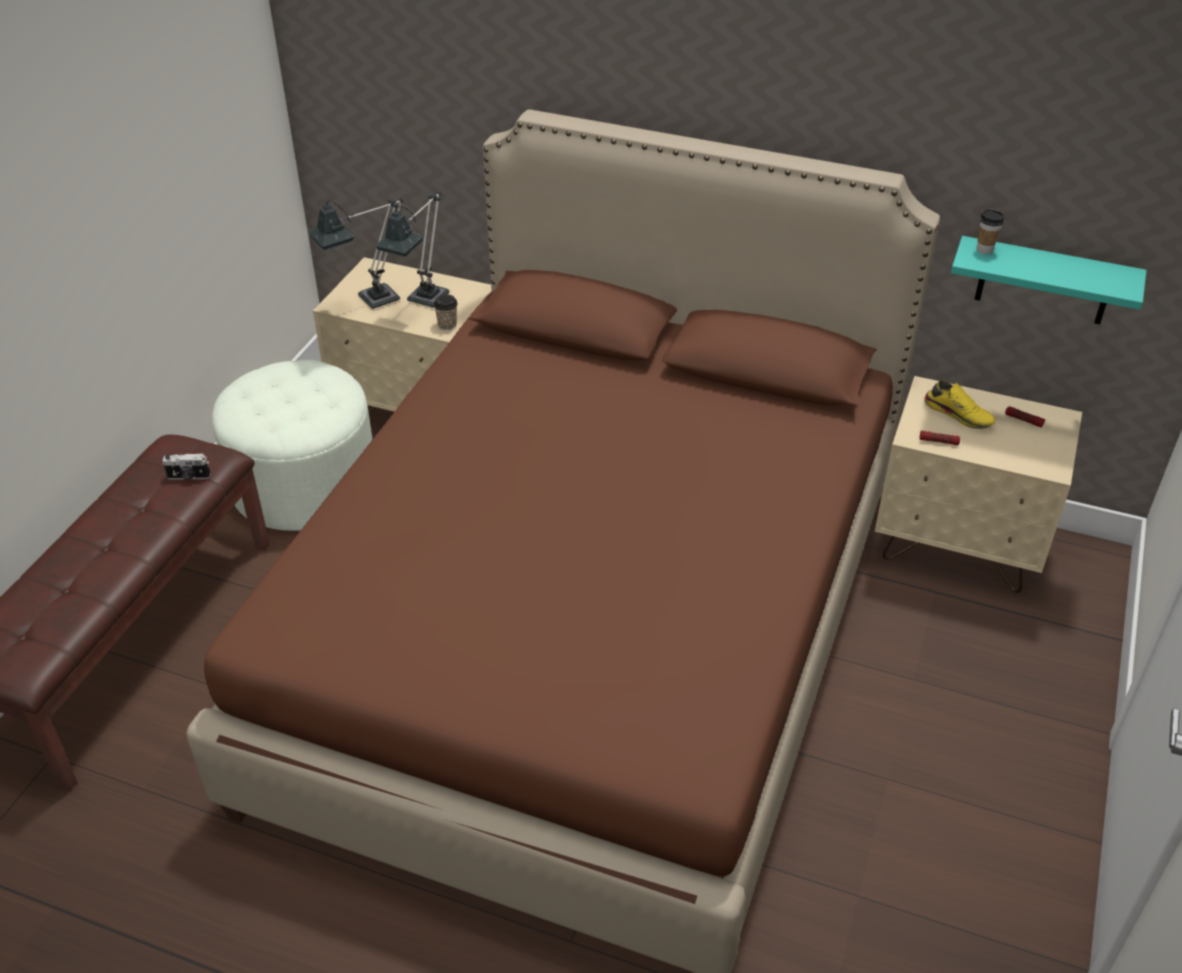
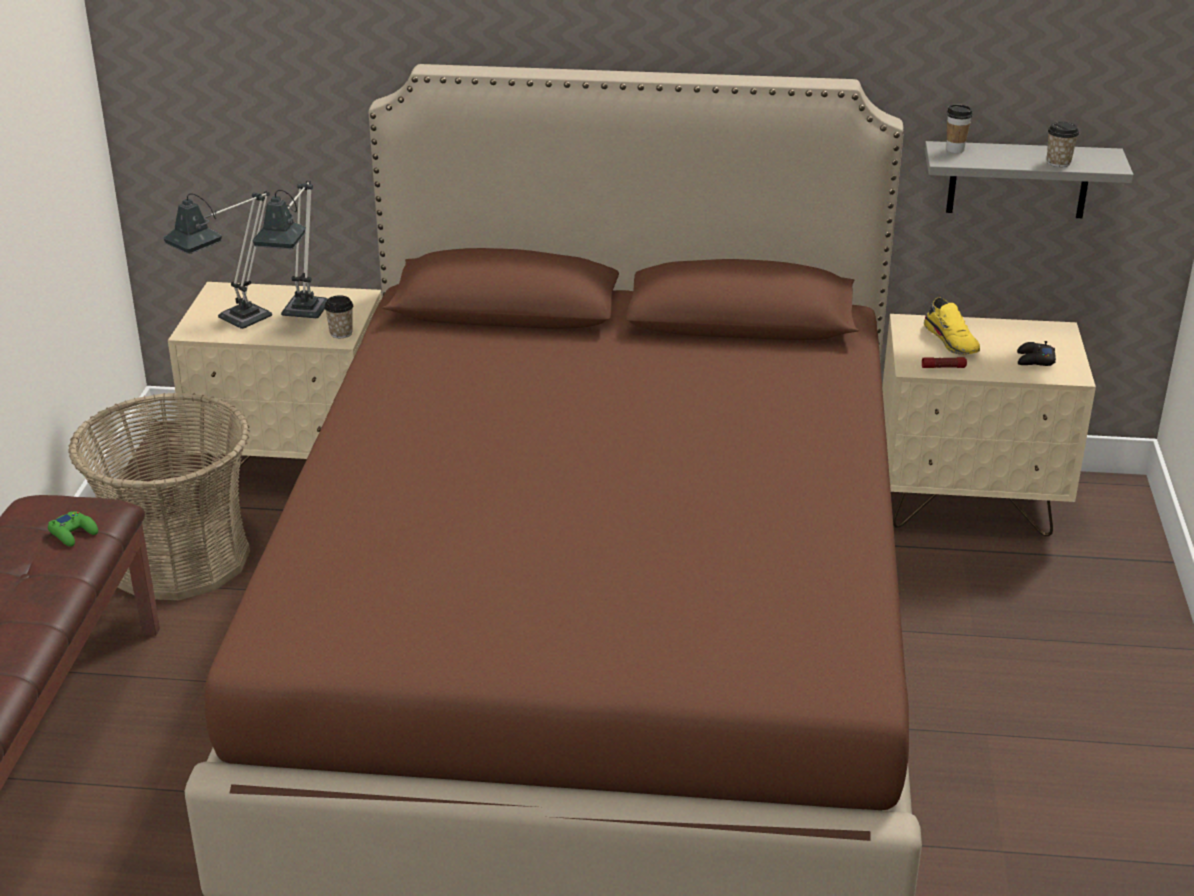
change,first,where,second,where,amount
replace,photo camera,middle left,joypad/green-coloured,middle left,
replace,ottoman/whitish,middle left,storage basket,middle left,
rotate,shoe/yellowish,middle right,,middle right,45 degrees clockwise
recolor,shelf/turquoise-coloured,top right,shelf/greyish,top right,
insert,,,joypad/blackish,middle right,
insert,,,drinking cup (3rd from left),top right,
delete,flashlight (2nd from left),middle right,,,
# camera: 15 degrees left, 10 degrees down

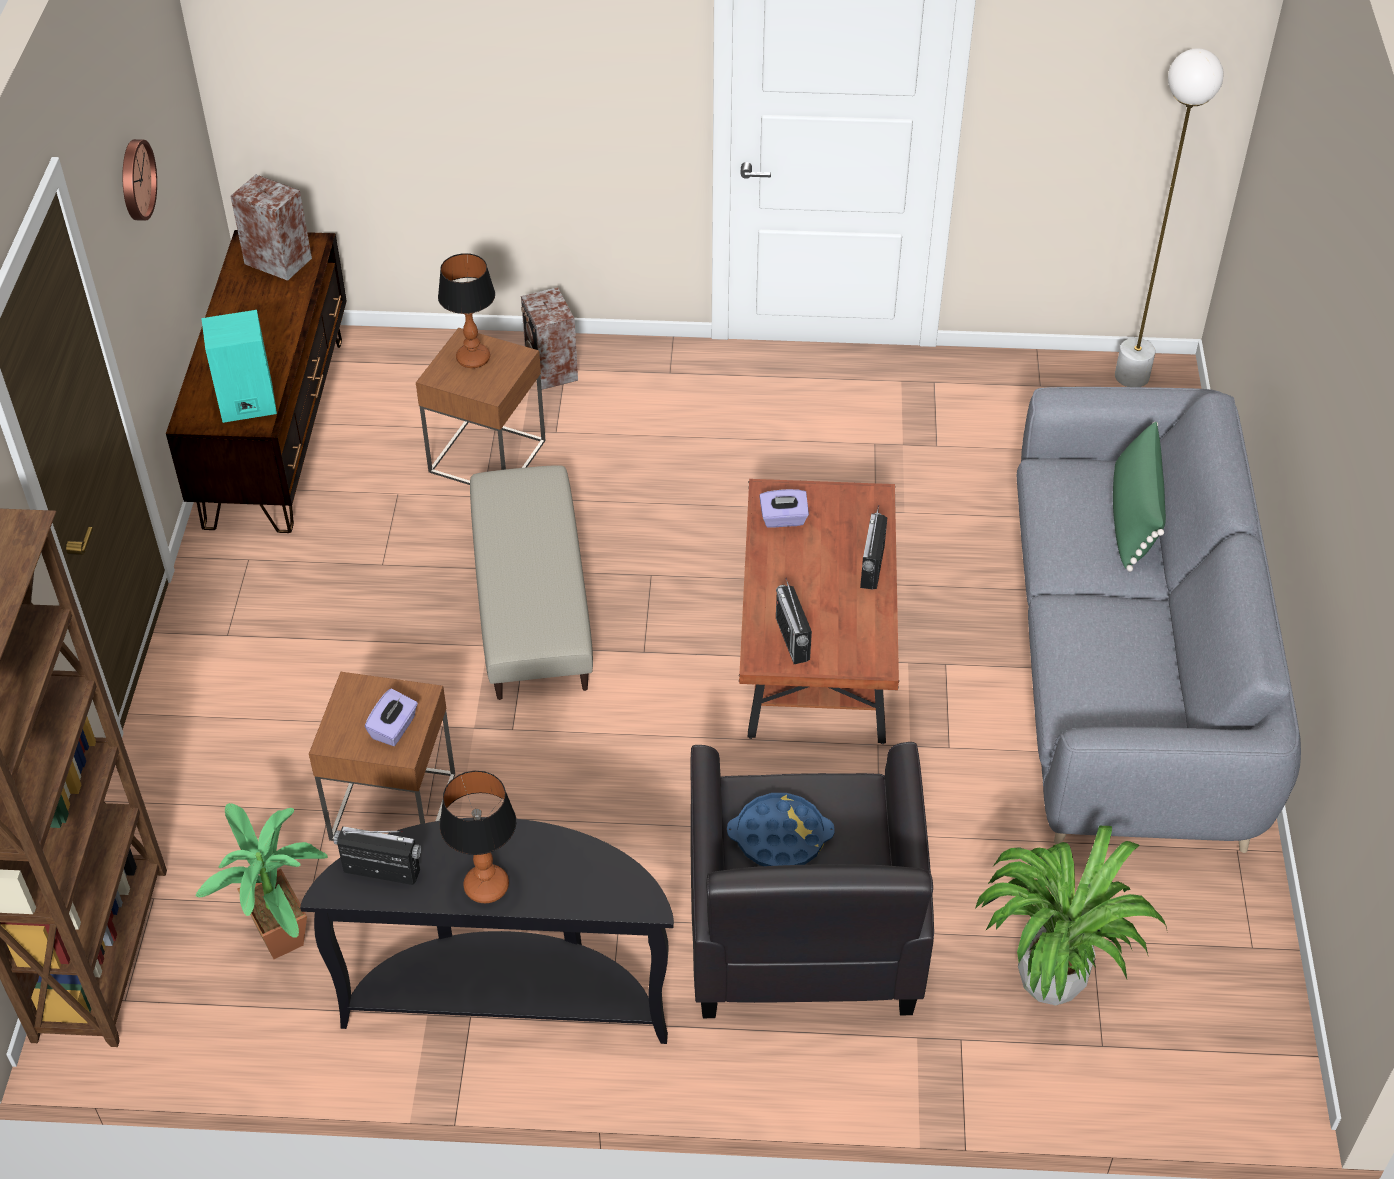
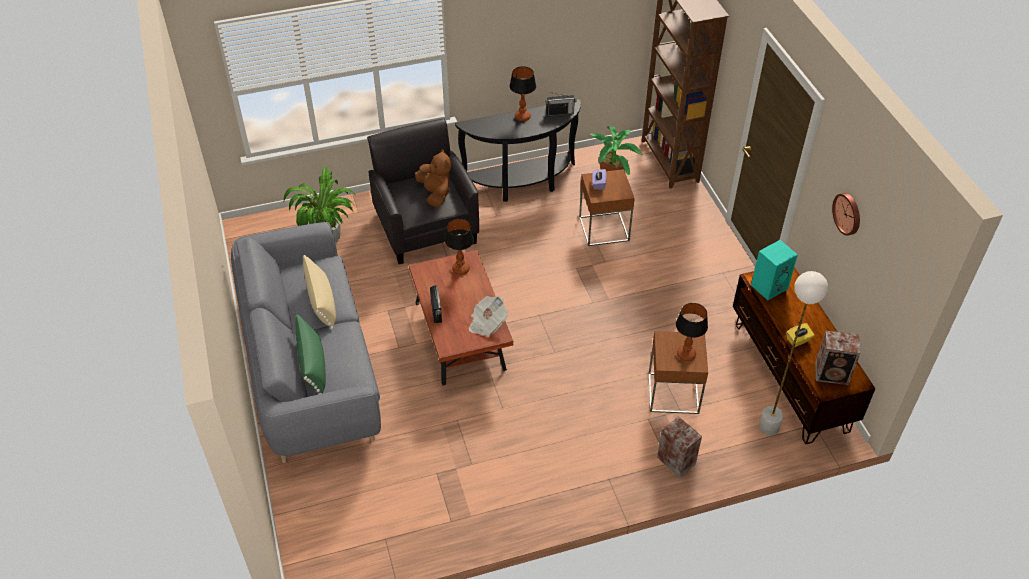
change,first,where,second,where,amount
insert,,,pillow/sand-coloured,middle left,
replace,carrying tray/blue,bottom centre,cuddly toy/brown,top centre,
replace,radio receiver (2nd from left),centre,lamp for a table (1st from left),centre,
replace,tissue holder/purple-coloured (2nd from left),centre,newspaper,centre,
move,standard lamp/whitish,top right,,middle right,
insert,,,tissue holder/yellowish,middle right,
delete,ottoman/sand-coloured,centre,,,
# camera: 160 degrees right, 0 degrees up

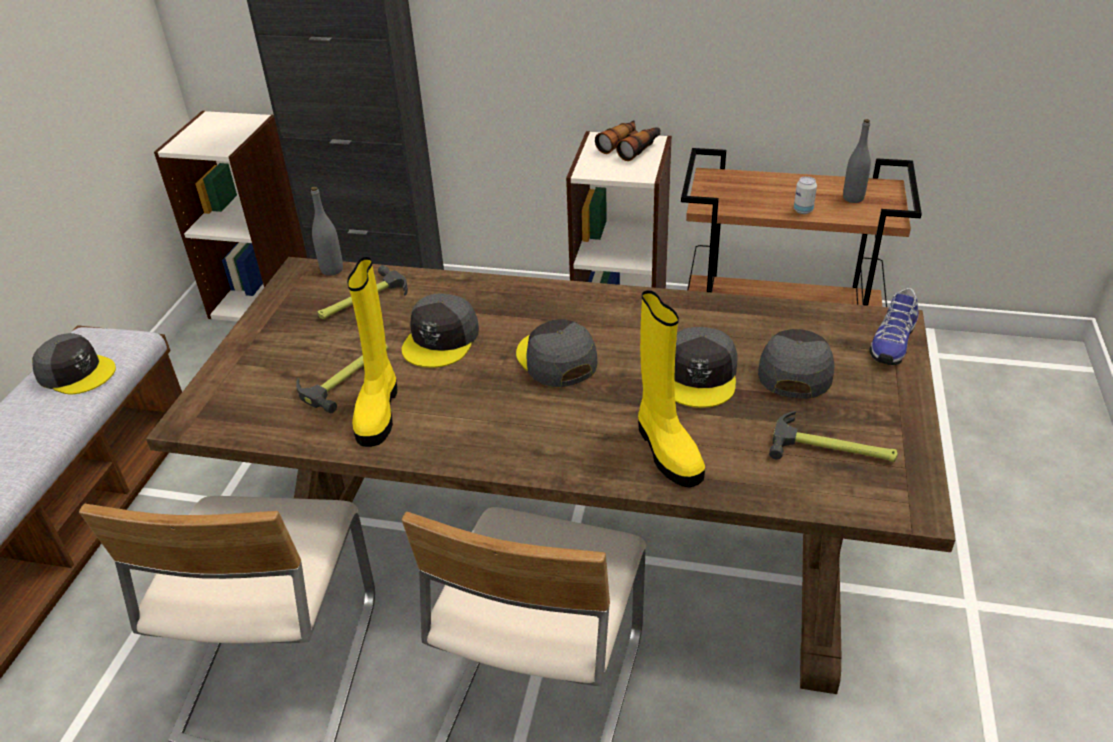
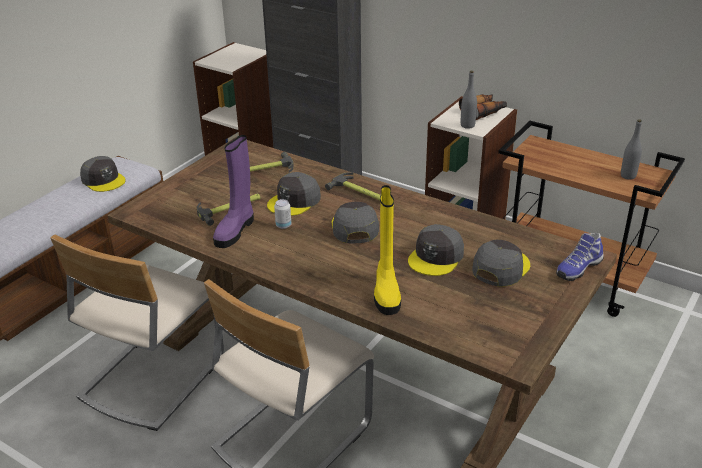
change,first,where,second,where,amount
recolor,high-top boot/yellowish (1st from left),centre,high-top boot/purple-coloured,middle left,
move,sealed can,top right,,centre,
move,hand hammer (3rd from left),middle right,,centre,
move,beverage bottle/greyish (1st from left),top left,,top right,
# camera: 20 degrees right, 5 degrees down

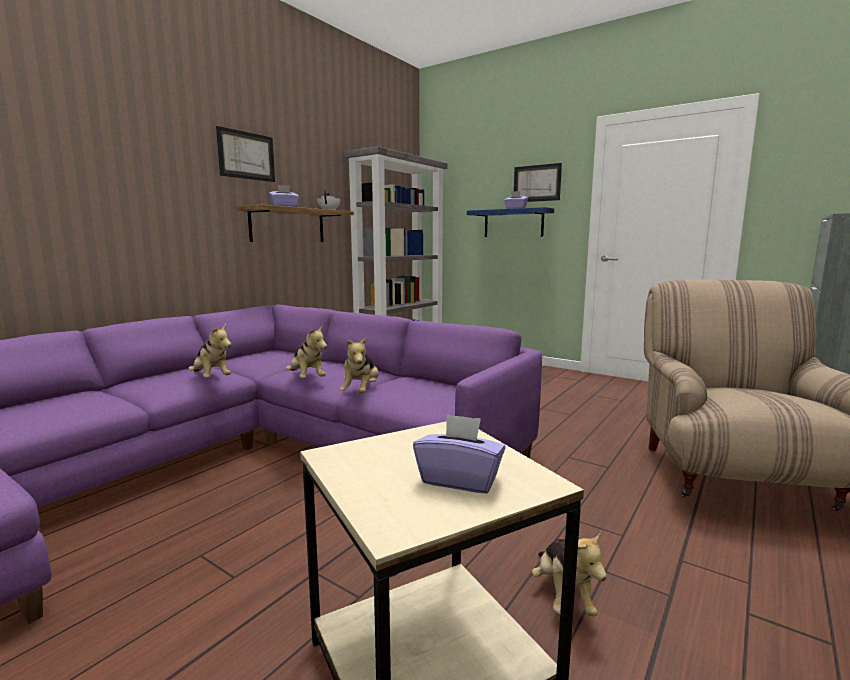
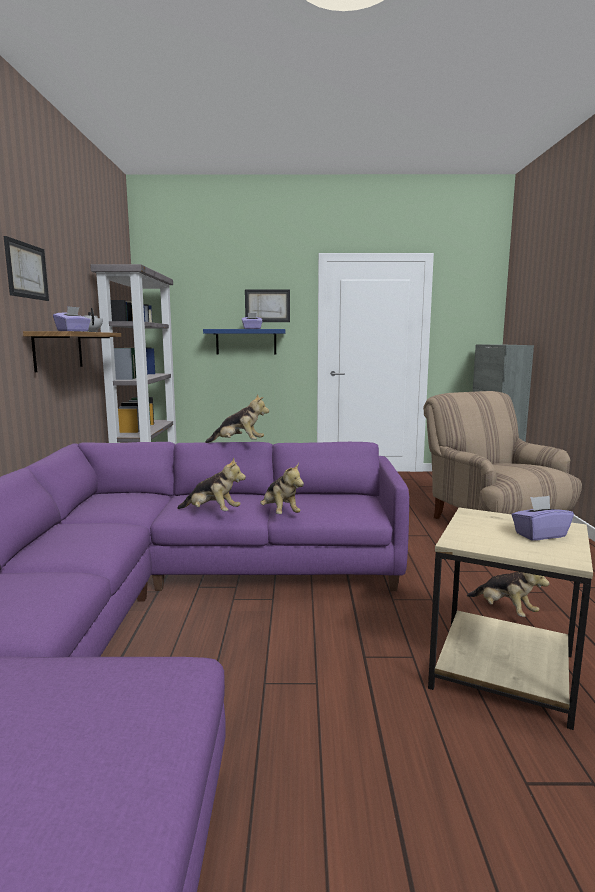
change,first,where,second,where,amount
move,cuddly toy (1st from left in the first image),middle left,cuddly toy (2nd from left),centre,
# camera: 35 degrees left, 0 degrees up

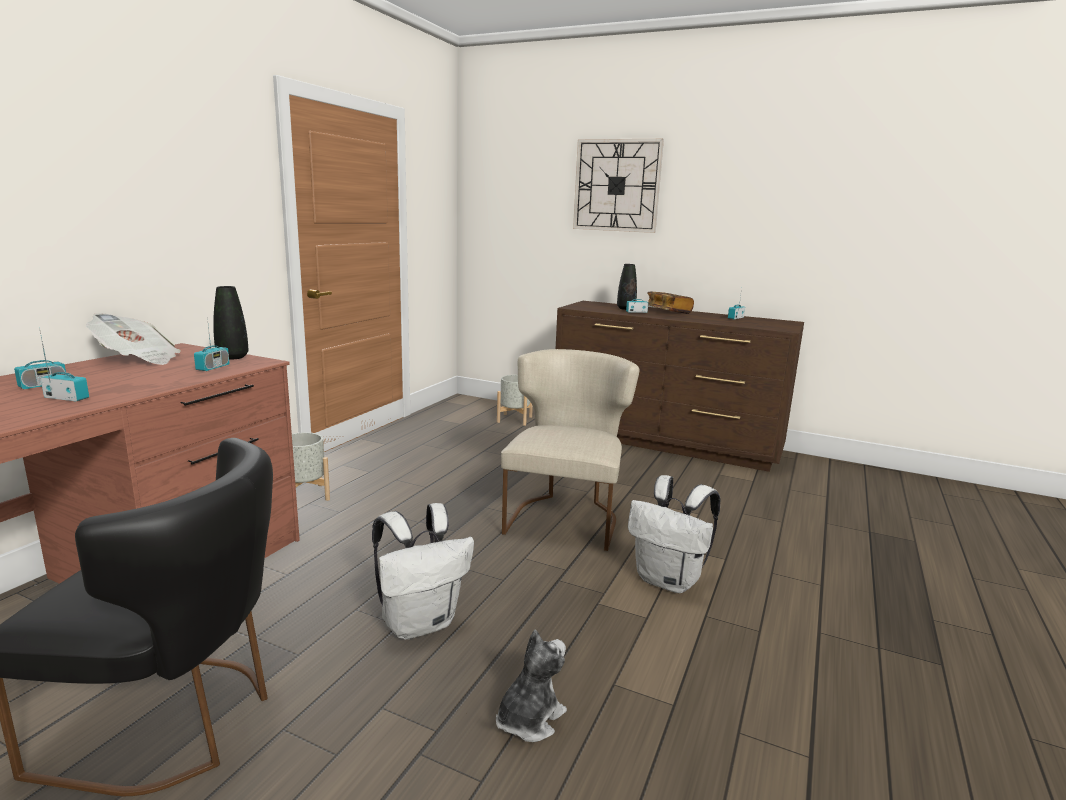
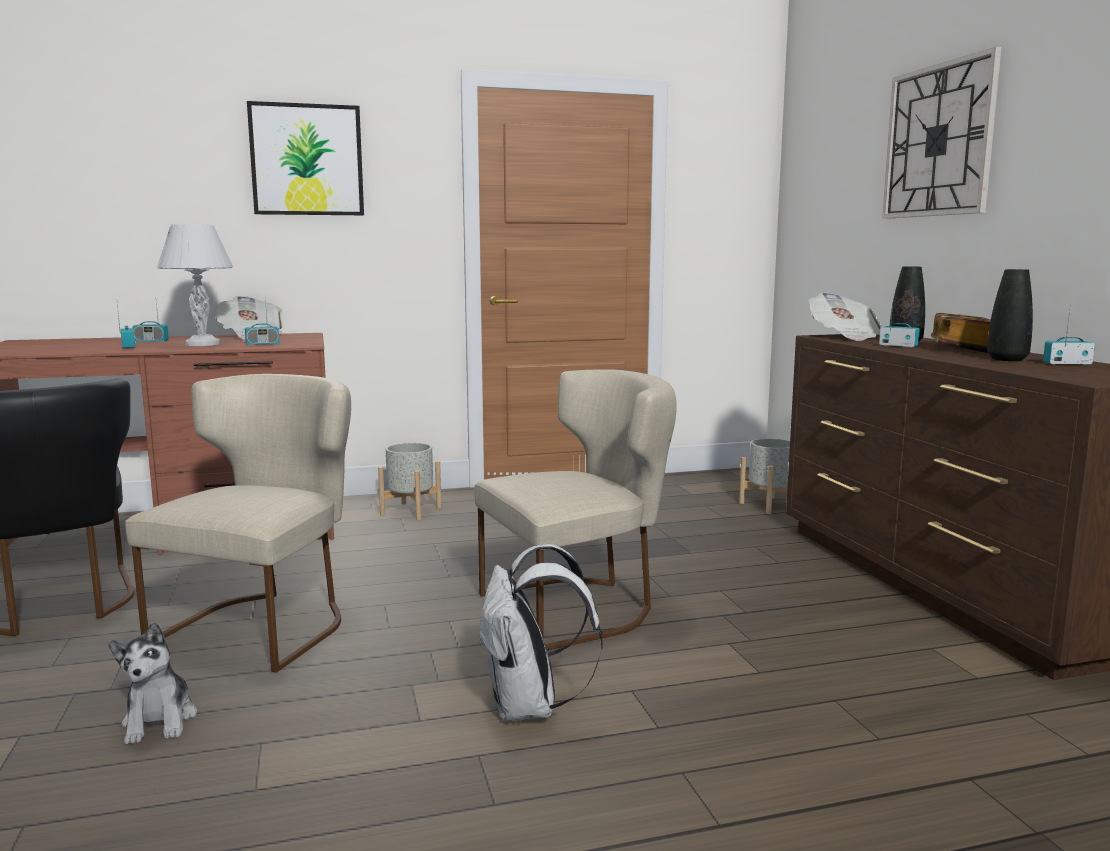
change,first,where,second,where,amount
rotate,cuddly toy,bottom centre,,bottom left,75 degrees clockwise
replace,backpack/whitish (1st from left),bottom centre,plain chair/sand-coloured (1st from left),middle left,
insert,,,lamp for a table/whitish,middle left,
insert,,,wall art,top left,
insert,,,newspaper (2nd from left),middle right,
move,flower vase/blackish (1st from left in the first image),middle left,flower vase/blackish (2nd from left),middle right,
# camera: 50 degrees right, 5 degrees down

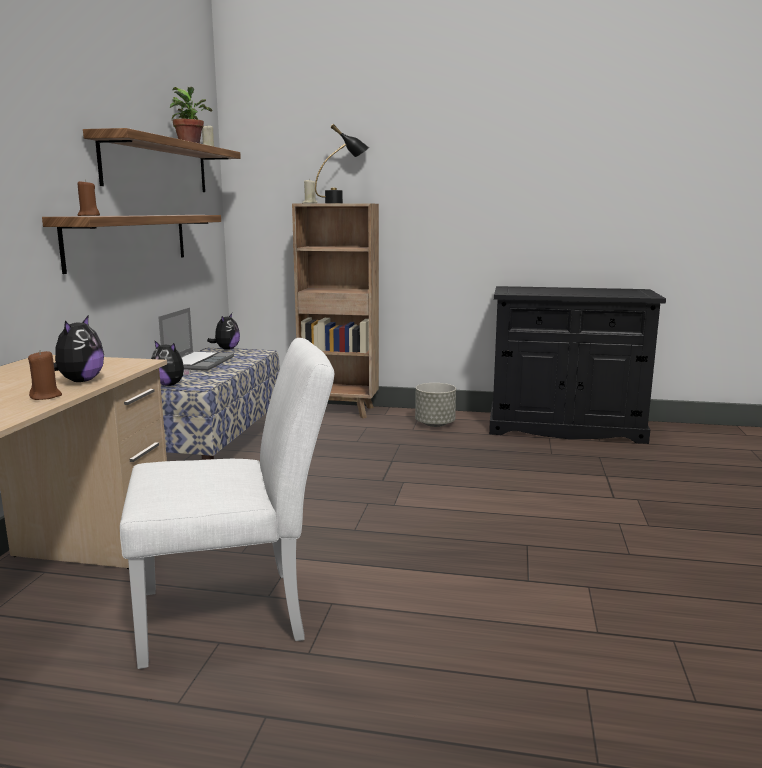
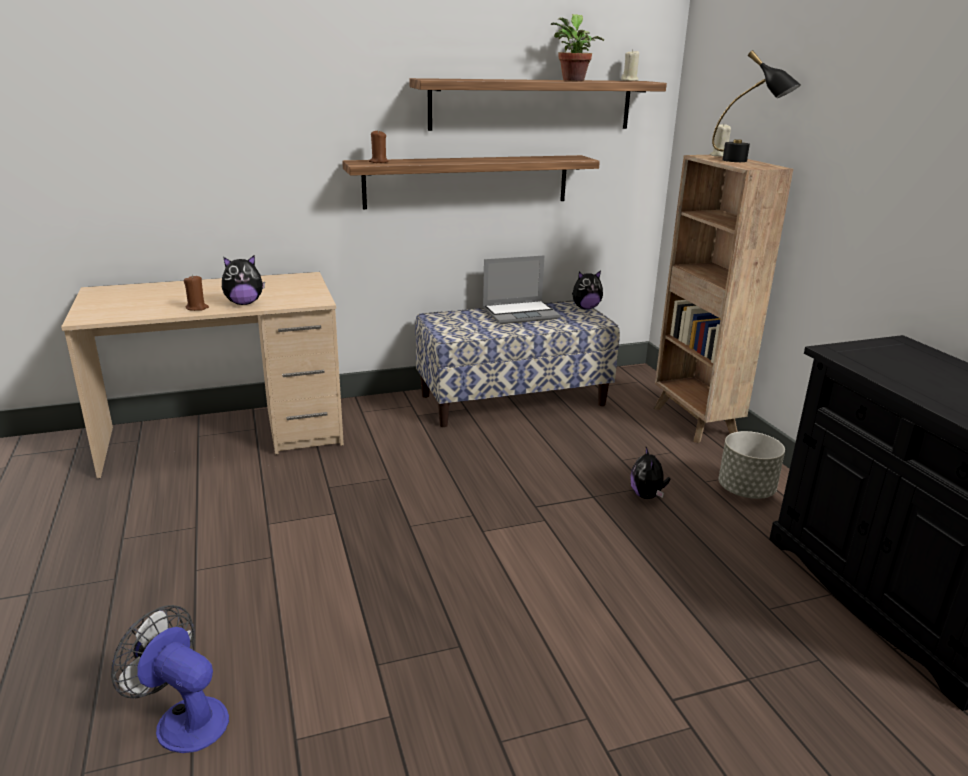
change,first,where,second,where,amount
insert,,,cooling fan,bottom left,
move,cuddly toy (2nd from left in the first image),middle left,cuddly toy (3rd from left),middle right,
delete,plain chair/whitish,middle left,,,
# camera: 60 degrees right, 10 degrees up

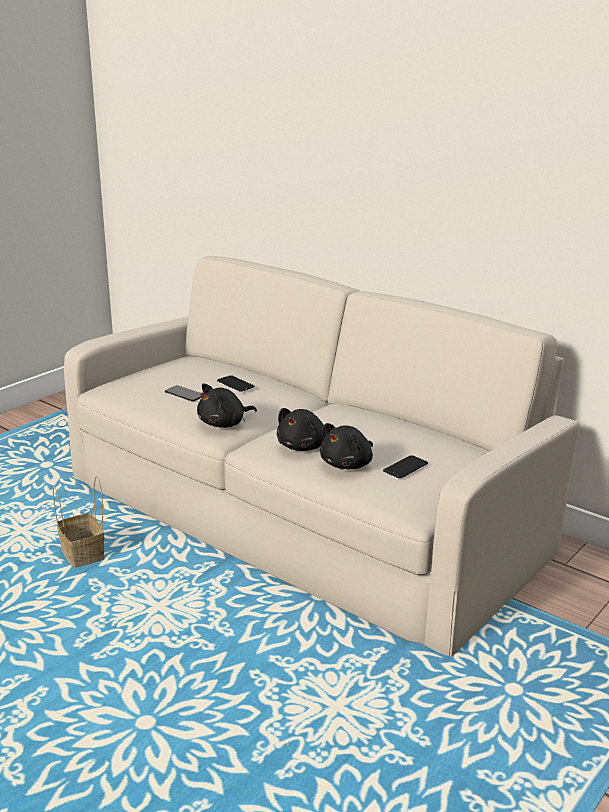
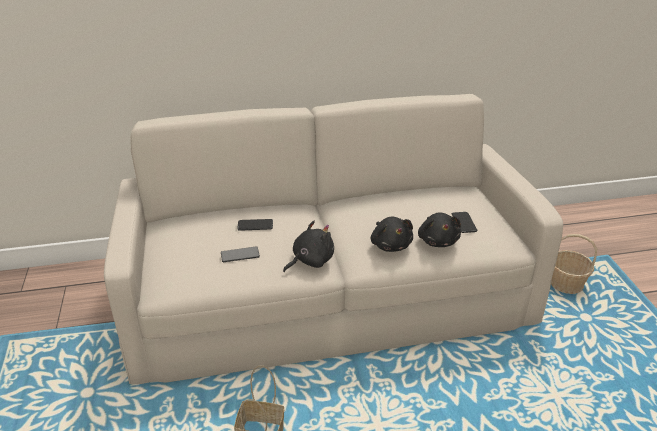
change,first,where,second,where,amount
rotate,cuddly toy/blackish (1st from left),centre,,centre,135 degrees counterclockwise
insert,,,storage basket (2nd from left),middle right,
# camera: 50 degrees left, 10 degrees up

